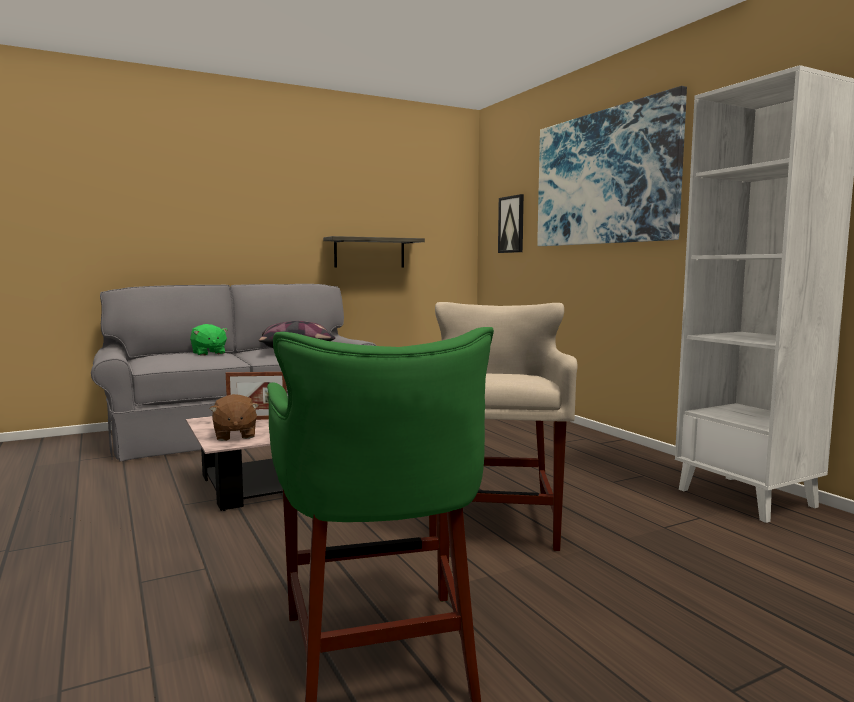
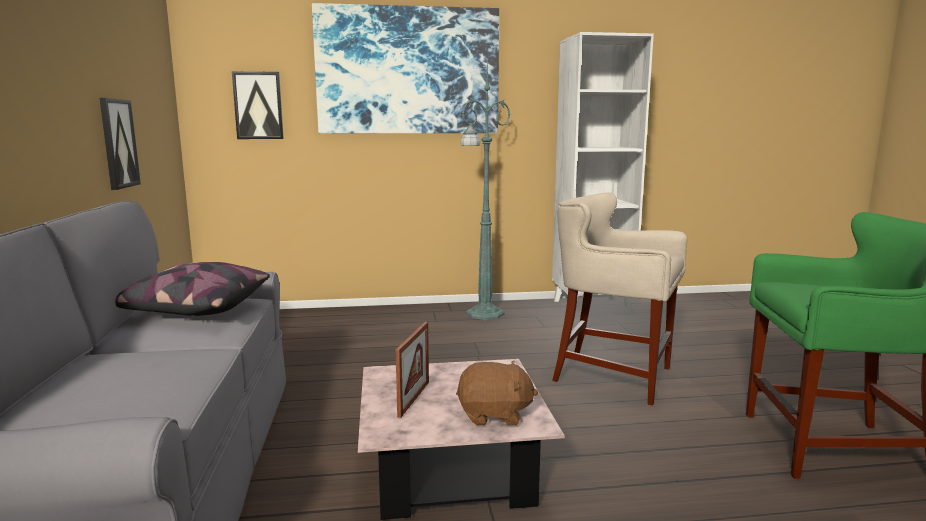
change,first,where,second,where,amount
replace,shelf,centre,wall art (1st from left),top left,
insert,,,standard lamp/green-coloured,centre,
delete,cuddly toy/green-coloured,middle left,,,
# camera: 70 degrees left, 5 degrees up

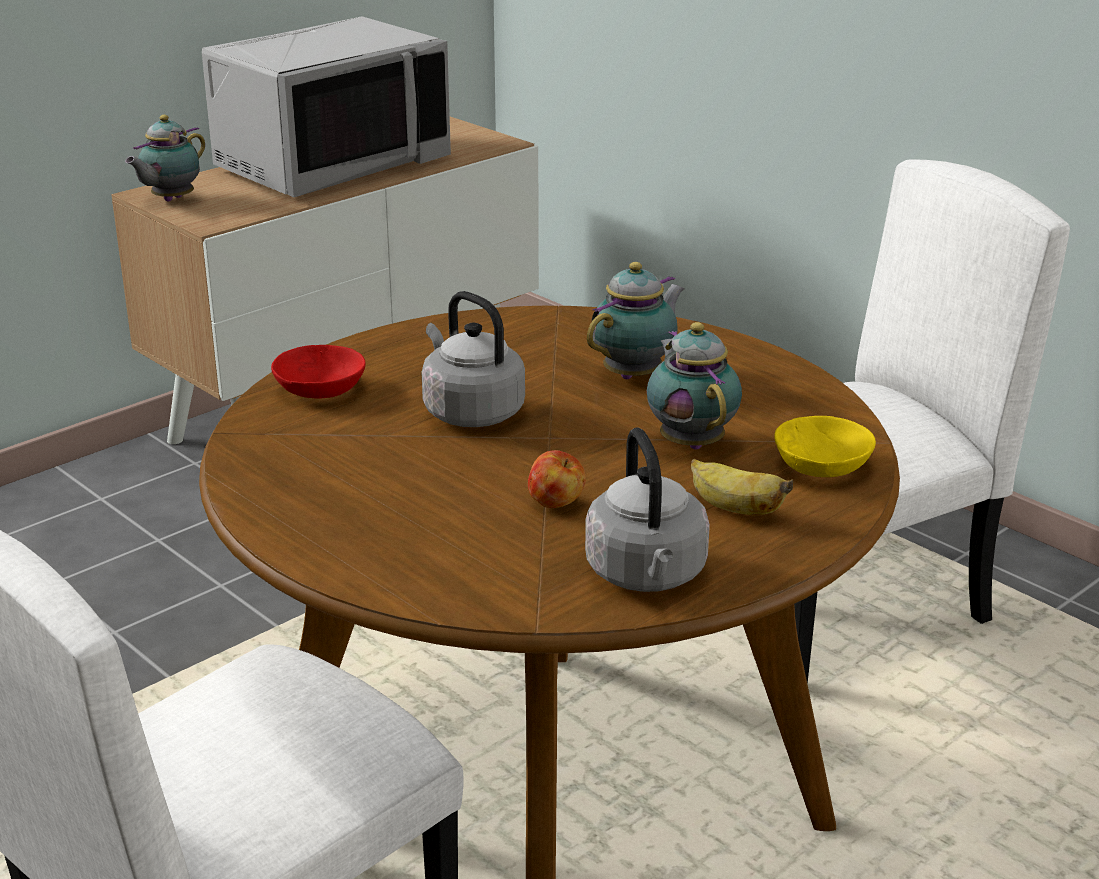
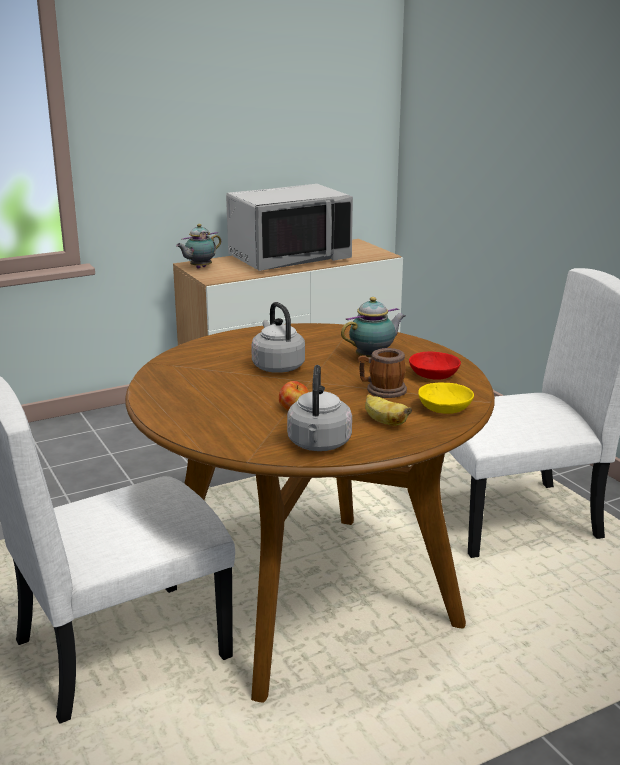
change,first,where,second,where,amount
replace,teapot (3rd from left),centre,tea mug,centre,
move,bowl/reddish,middle left,,middle right,
# camera: 15 degrees right, 5 degrees down

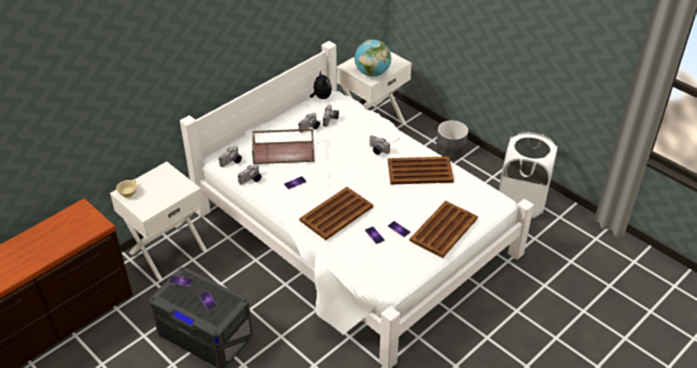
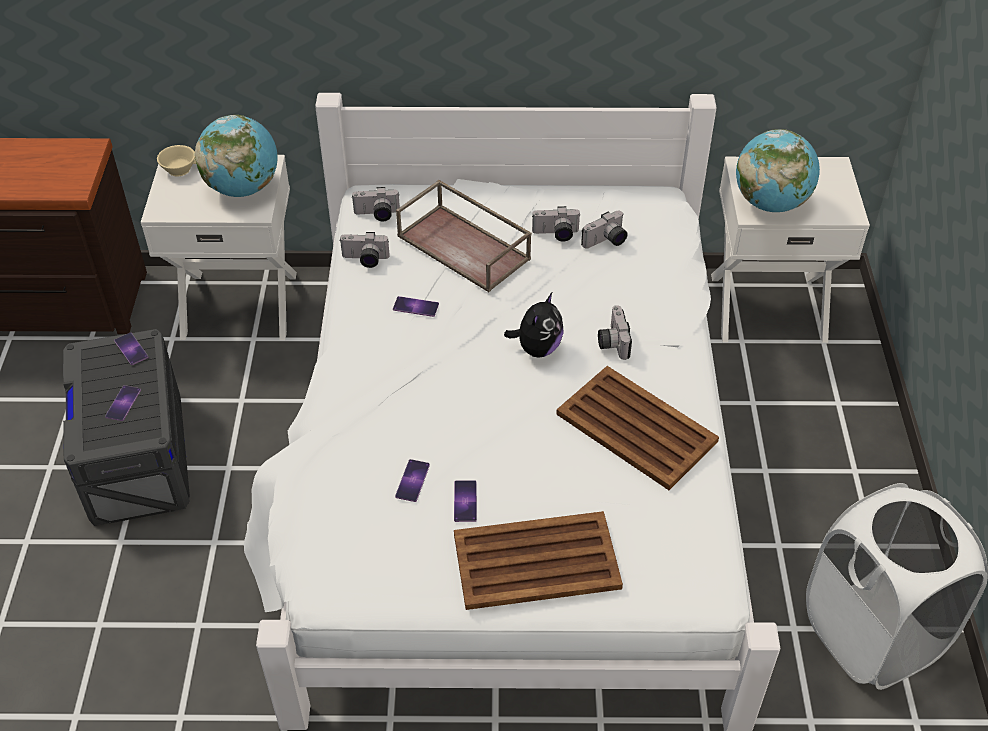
change,first,where,second,where,amount
insert,,,world globe (1st from left),top left,
move,cuddly toy,top centre,,centre,
delete,carrying tray/brown (2nd from left),centre,,,
delete,plant pot/greyish,centre,,,
# camera: 45 degrees right, 5 degrees up

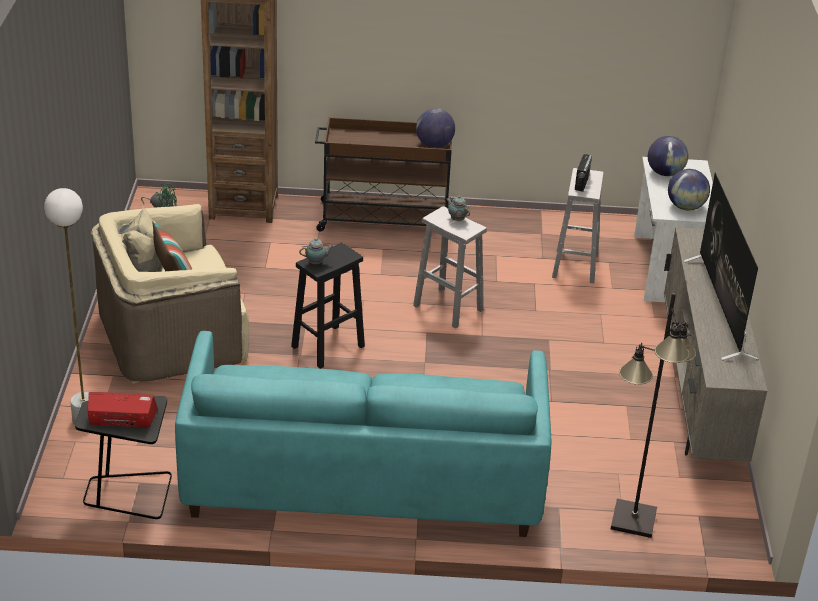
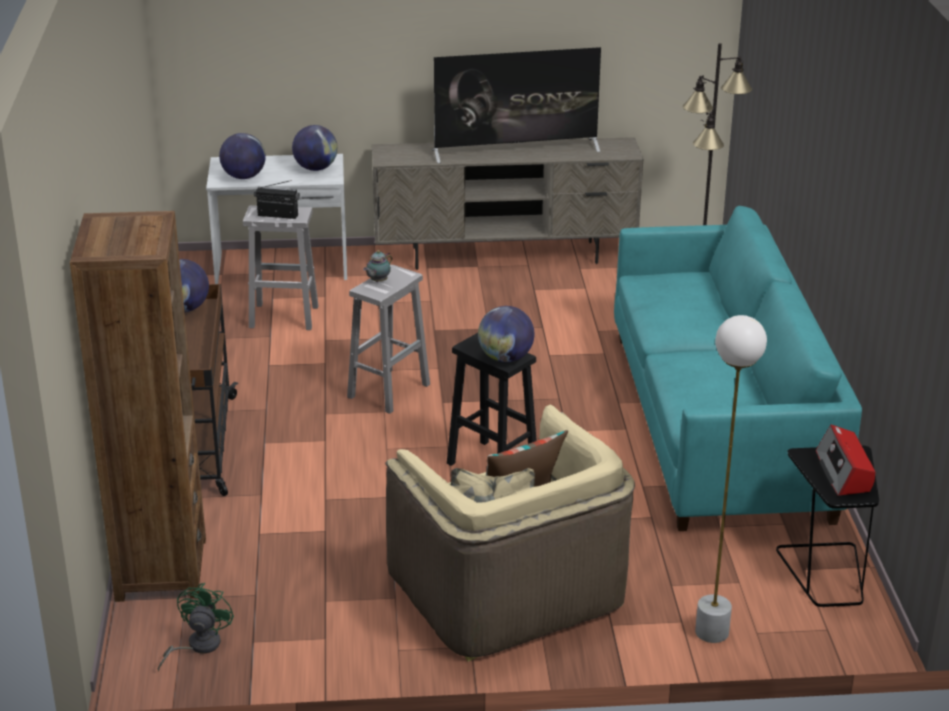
change,first,where,second,where,amount
replace,teapot (1st from left),centre,world globe (4th from left),centre,
# camera: 95 degrees left, 5 degrees down

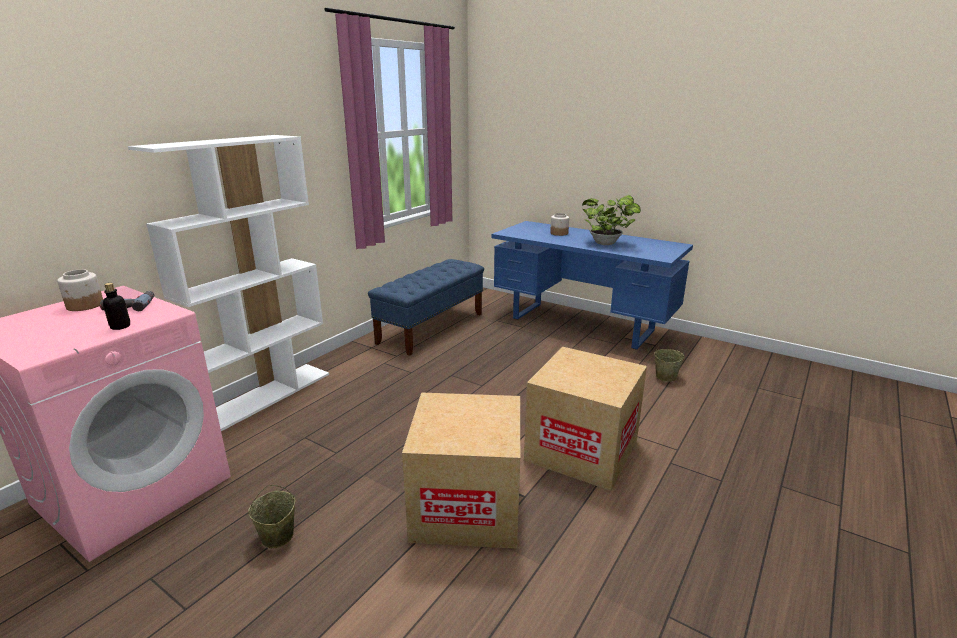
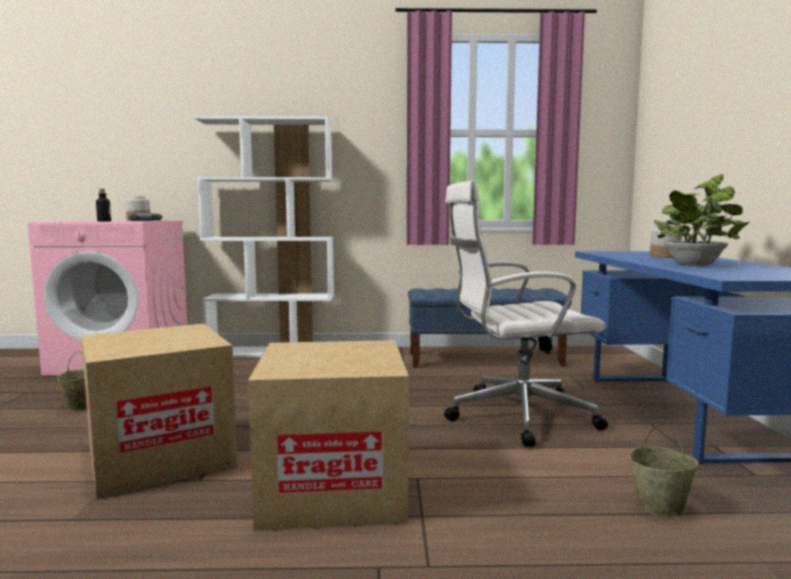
change,first,where,second,where,amount
insert,,,desk chair/whitish,centre,
# camera: 55 degrees right, 15 degrees down

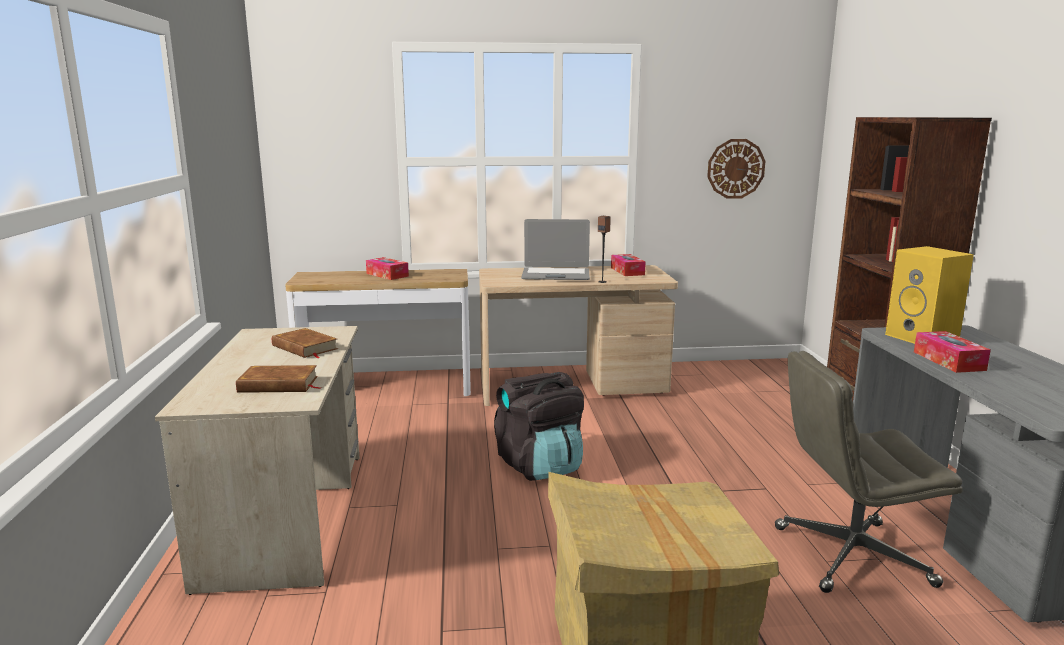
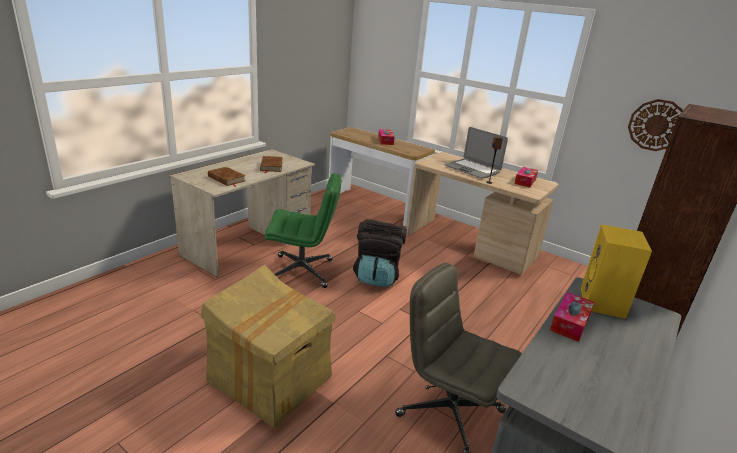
change,first,where,second,where,amount
insert,,,desk chair/green-coloured,centre,
# camera: 40 degrees right, 10 degrees up

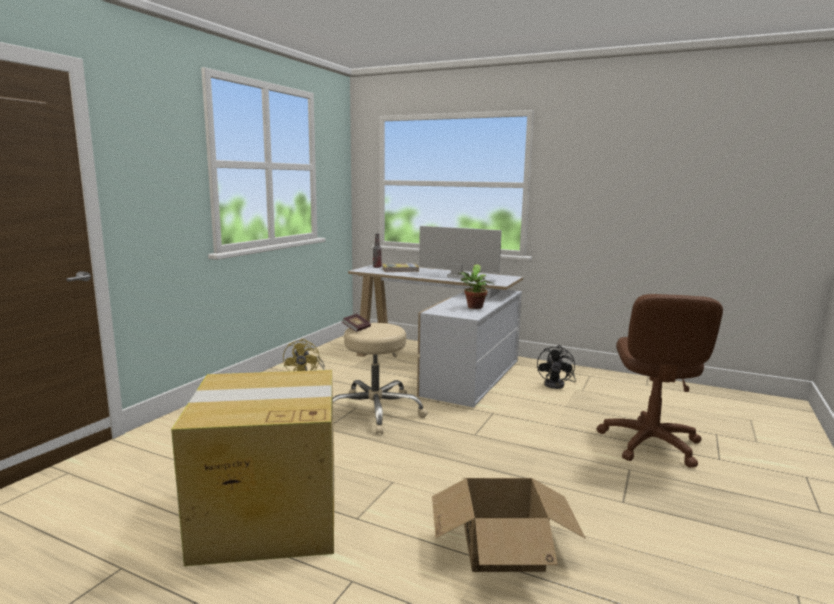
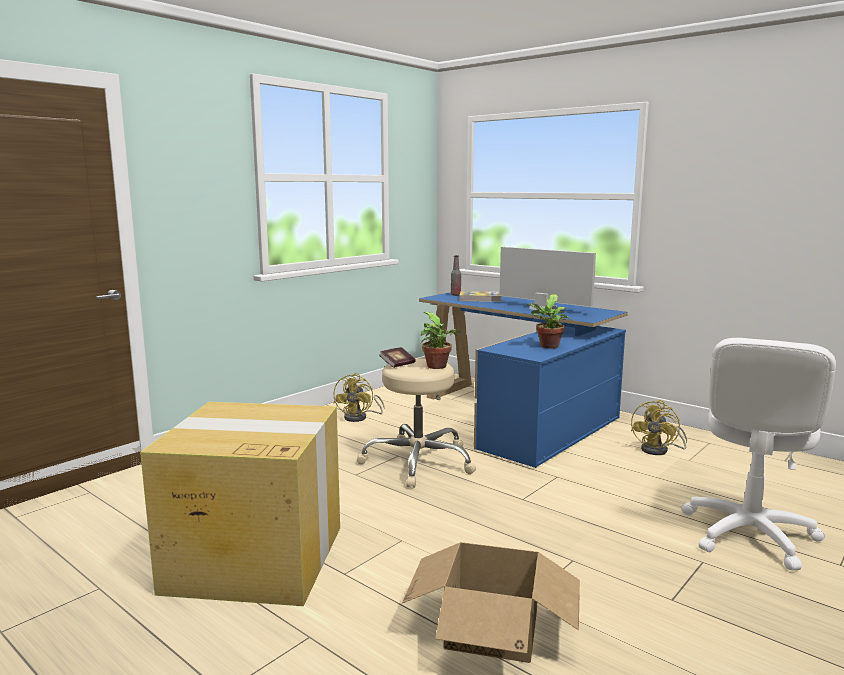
change,first,where,second,where,amount
recolor,desk unit/whitish,centre,desk unit/blue,centre,
insert,,,potted plant (1st from left),centre,
recolor,cooling fan/blackish,middle right,cooling fan/yellowish (2nd from left),middle right,
recolor,desk chair/brown,middle right,desk chair/whitish,bottom right,
# camera: 15 degrees right, 0 degrees up

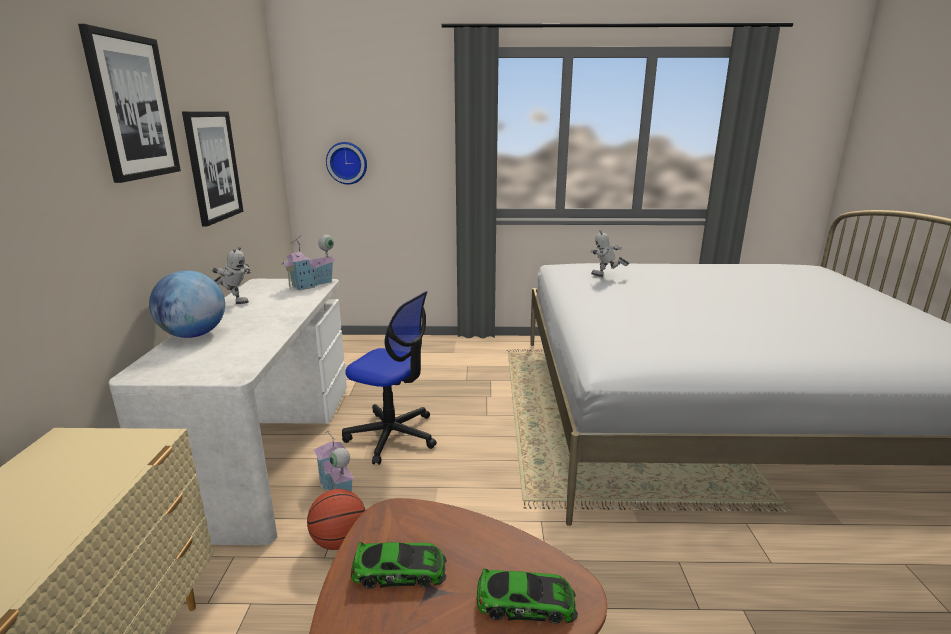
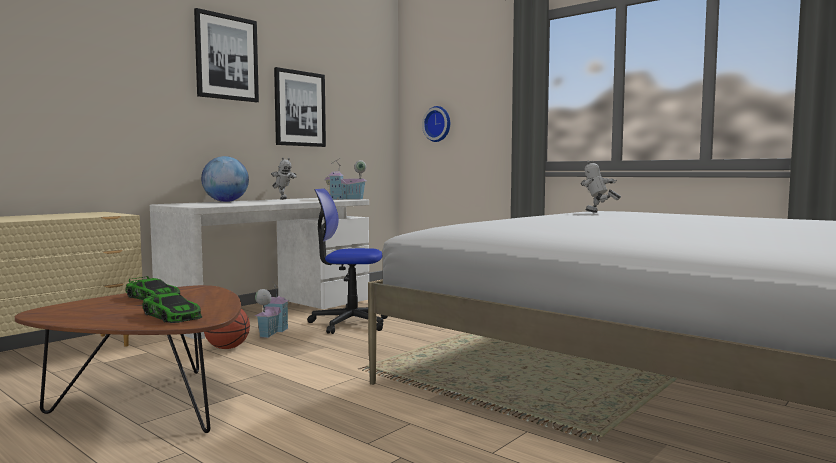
change,first,where,second,where,amount
rotate,desk chair,centre,,centre,120 degrees clockwise
# camera: 40 degrees right, 15 degrees down

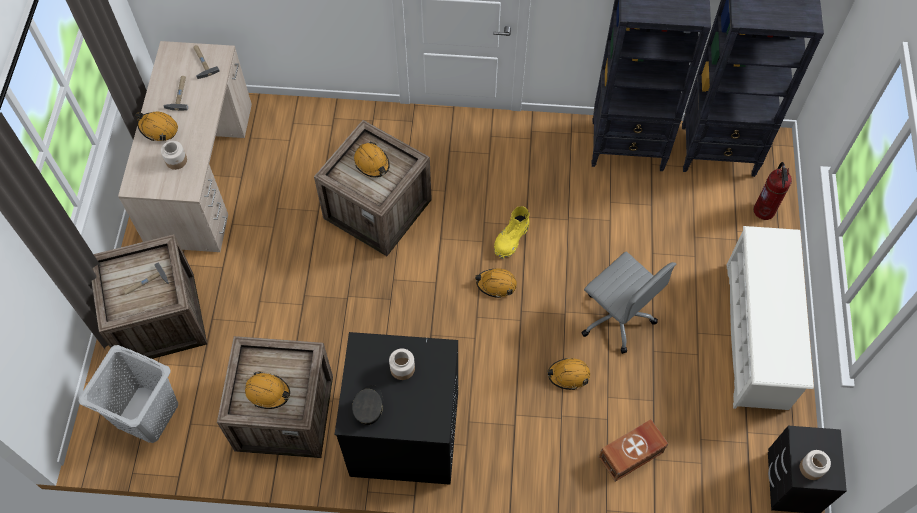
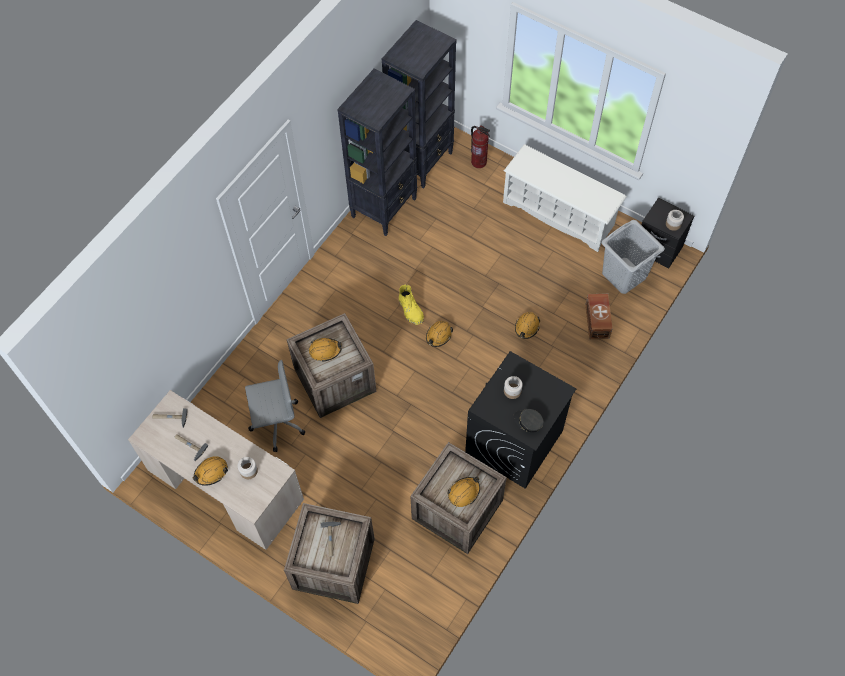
change,first,where,second,where,amount
move,desk chair/greyish,middle right,,middle left,
move,washing basket/greyish,bottom left,,middle right,
# camera: 60 degrees left, 0 degrees up

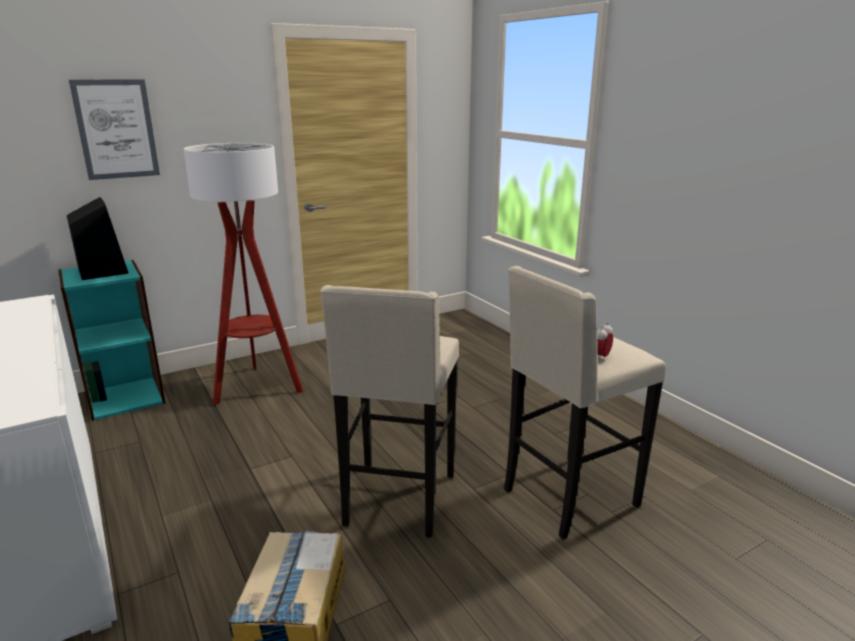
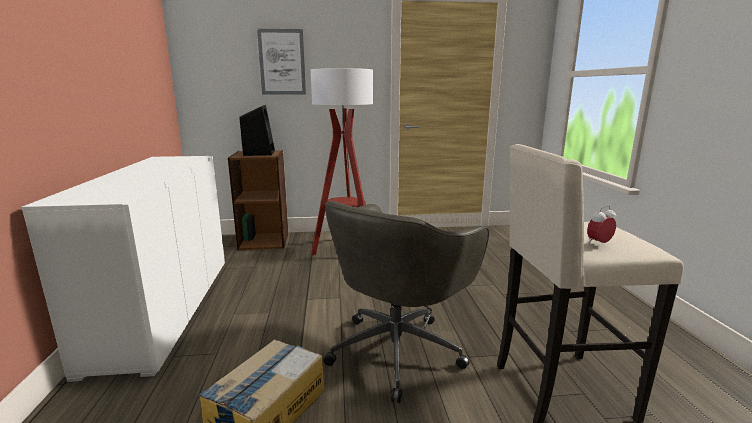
change,first,where,second,where,amount
recolor,bookcase/turquoise-coloured,middle left,bookcase/brown,centre,
replace,stool seat/sand-coloured (1st from left),centre,desk chair/greyish,bottom centre,
# camera: 25 degrees right, 5 degrees down

